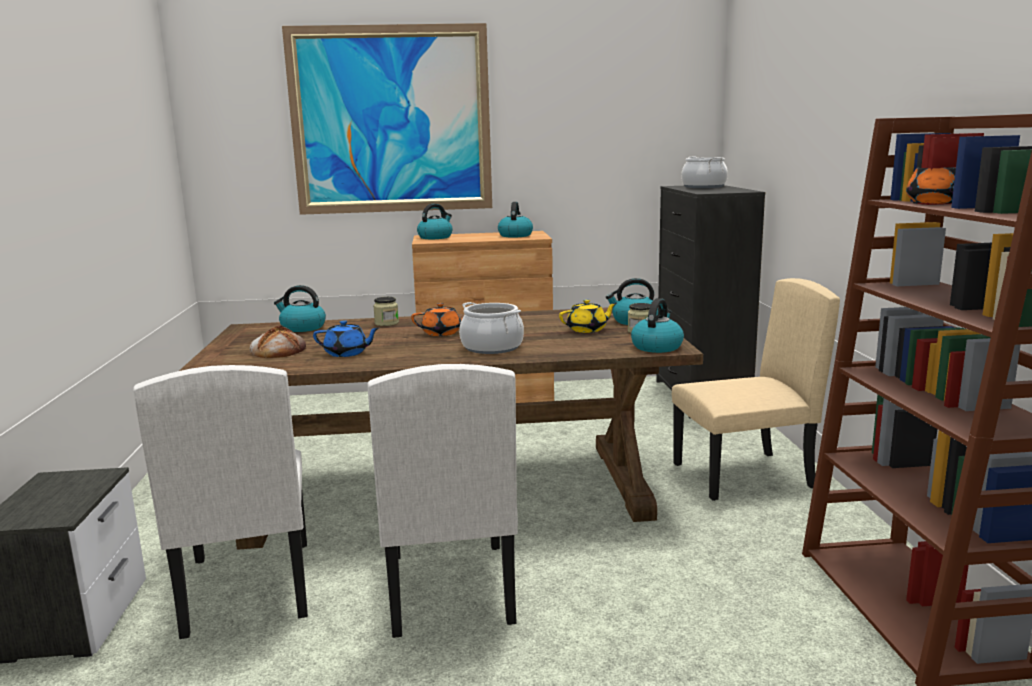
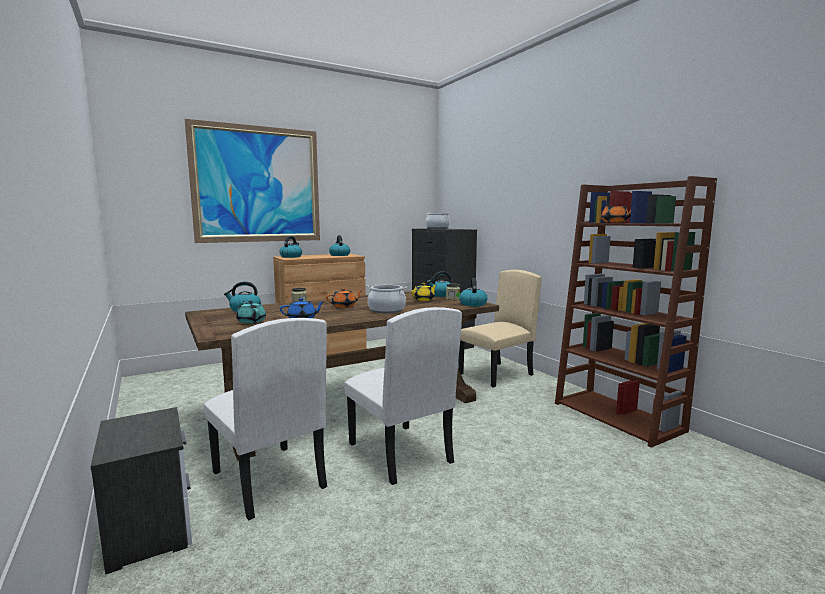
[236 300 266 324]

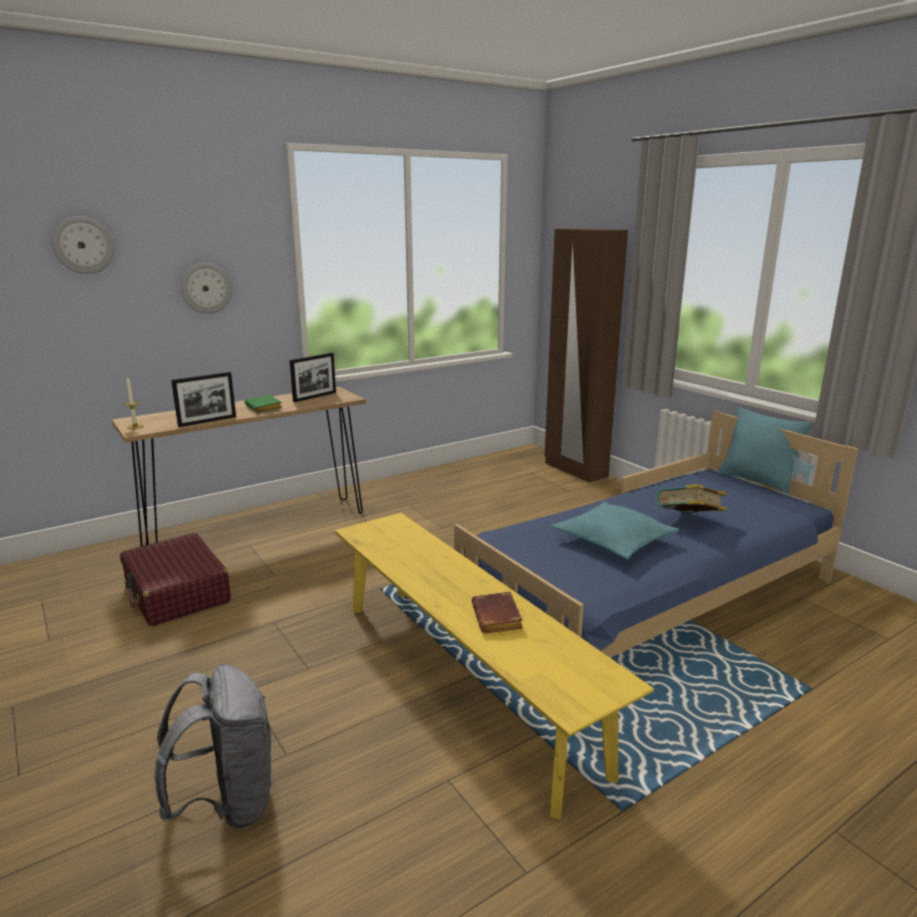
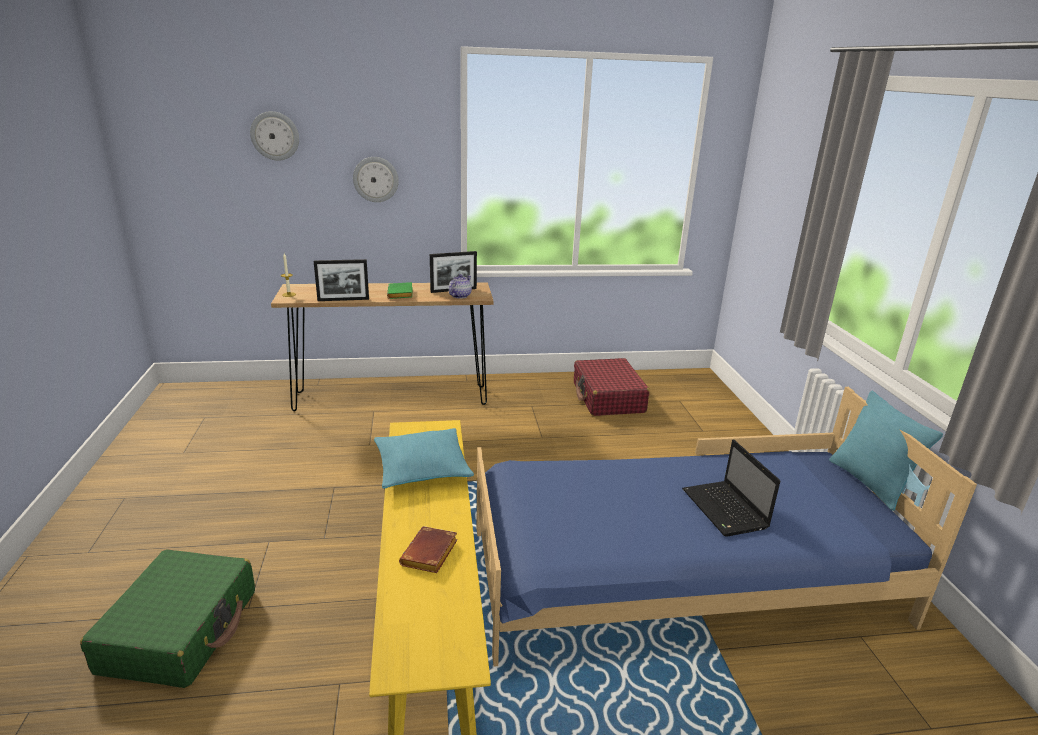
[574 358 650 416]
[80 549 255 688]
[545 228 628 483] (first image)
[374 428 474 489]
[682 440 780 537]
[449 274 472 299]

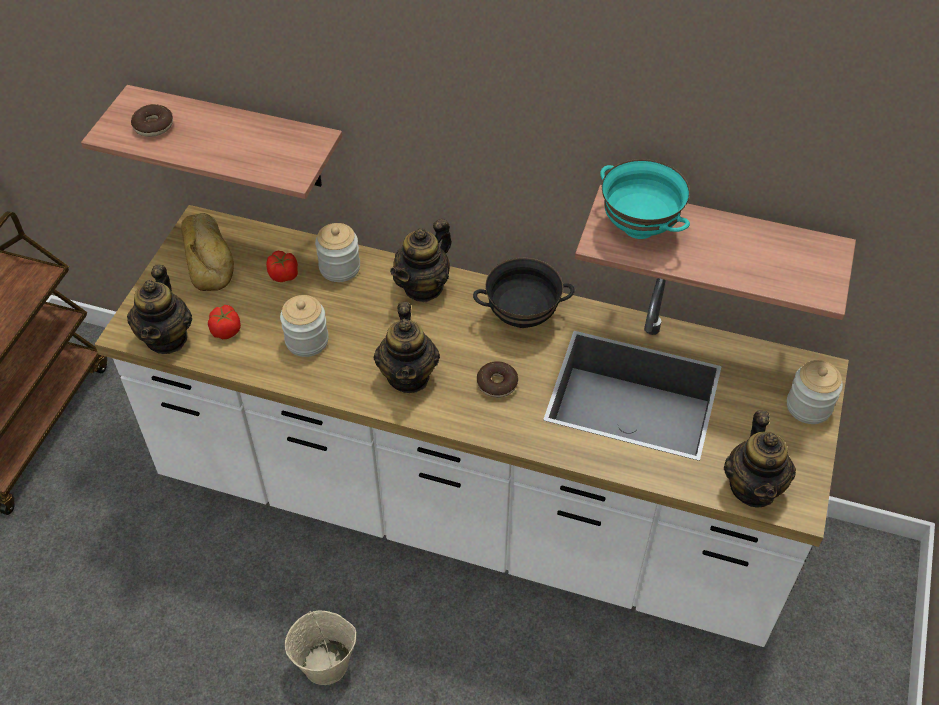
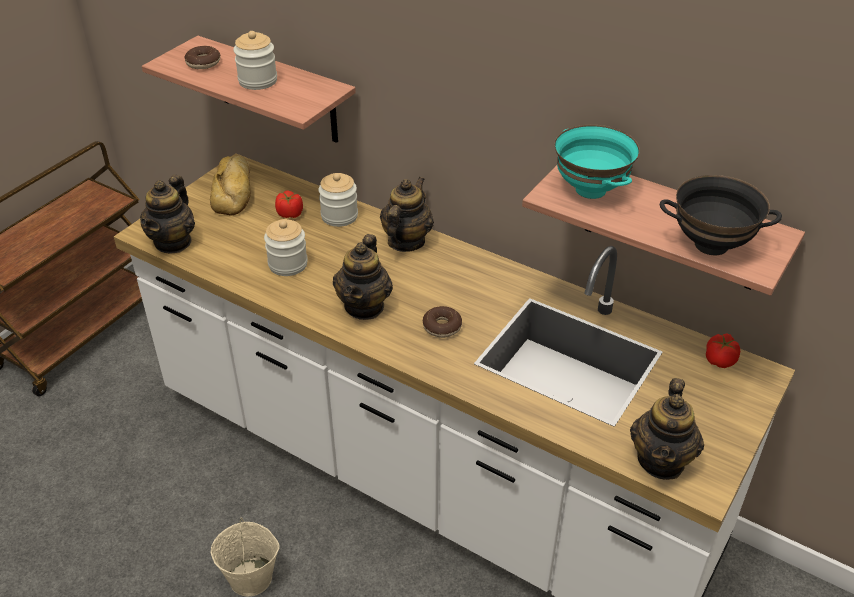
[706 333 740 368]
[380 177 434 252]
[660 175 782 255]
[233 31 277 90]

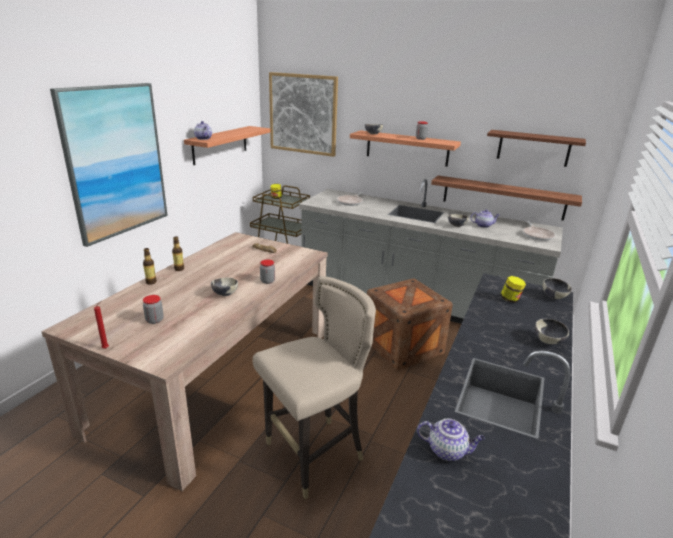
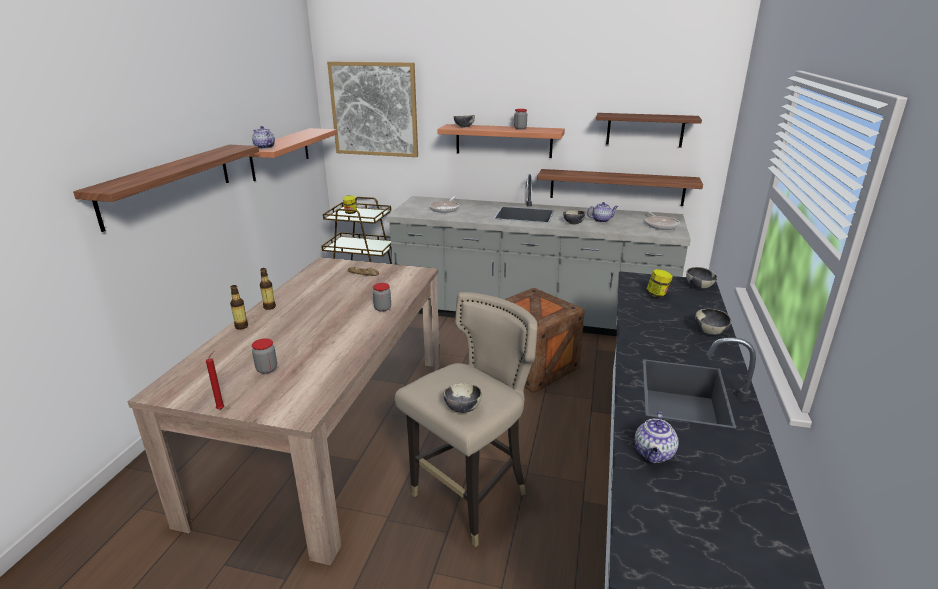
[73 145 259 232]
[443 383 482 413]
[635 412 679 463]

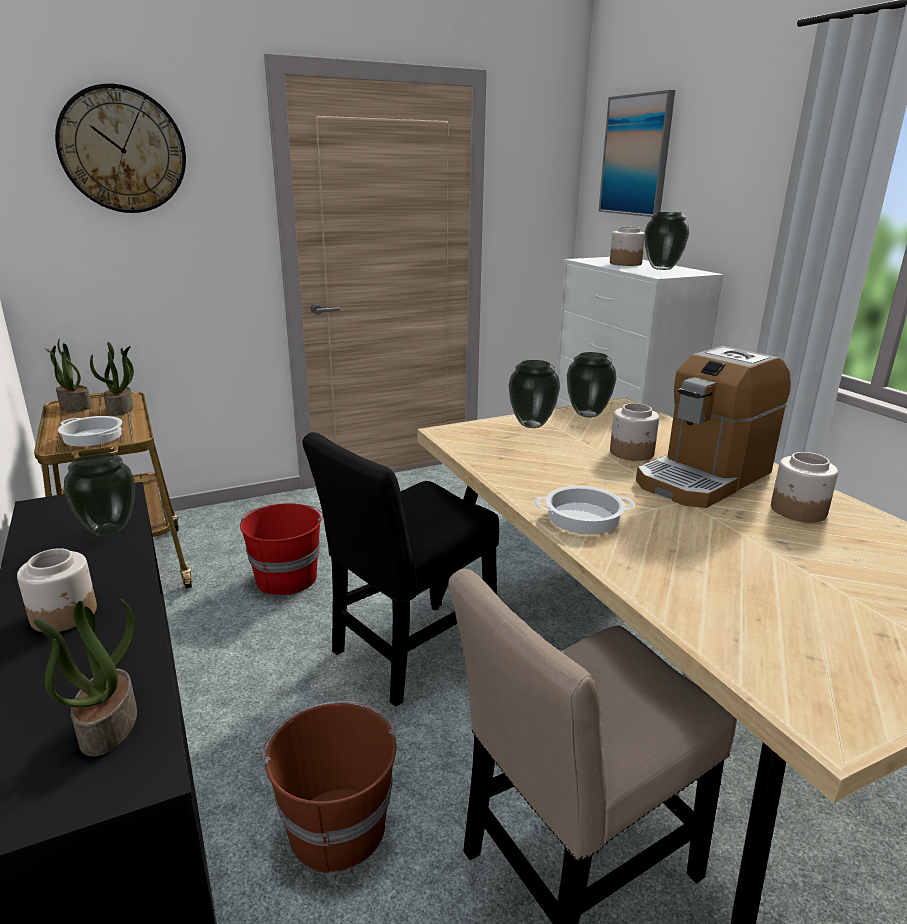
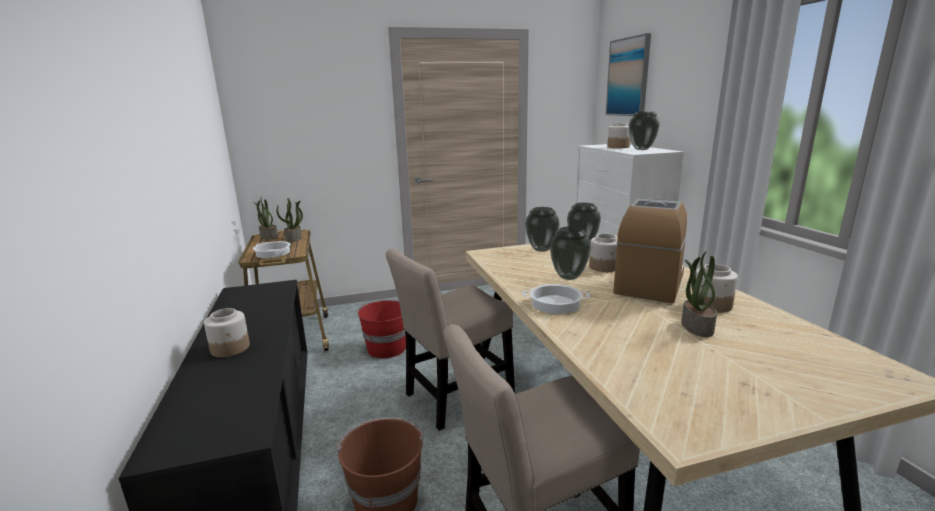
[681 251 717 337]
[55 84 186 213] (first image)
[550 226 591 280]
[386 249 515 431]
[613 199 687 303]

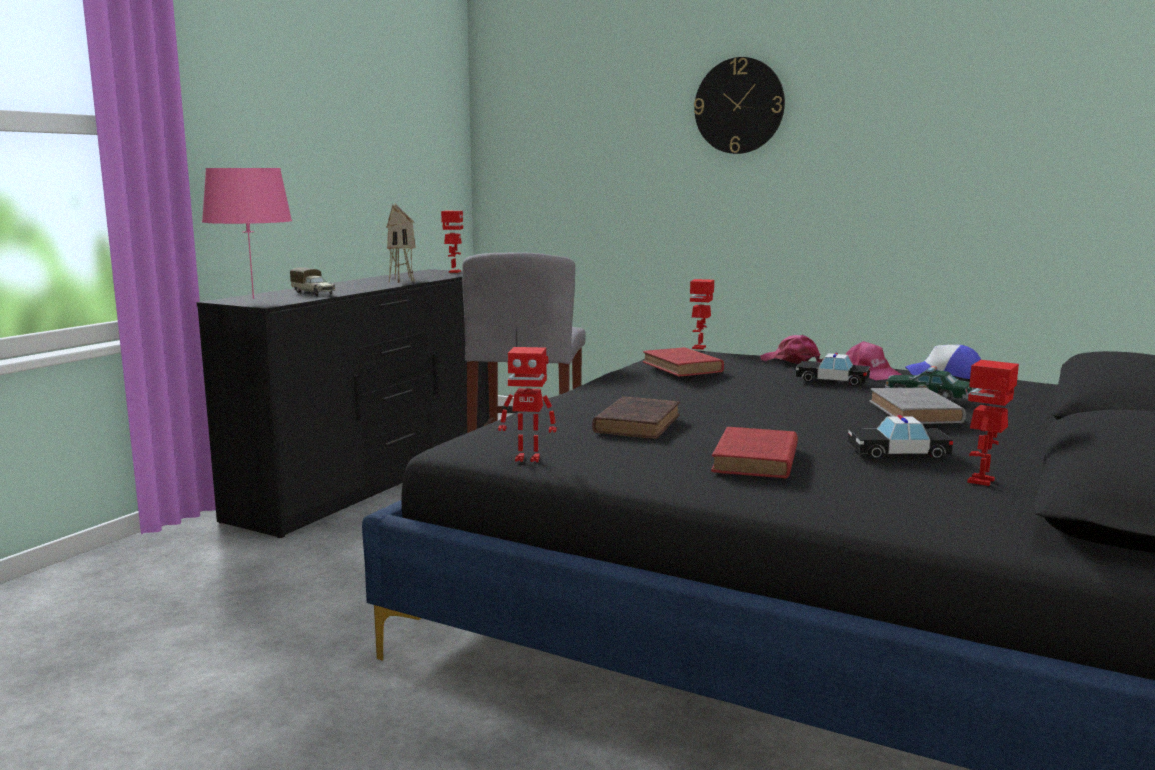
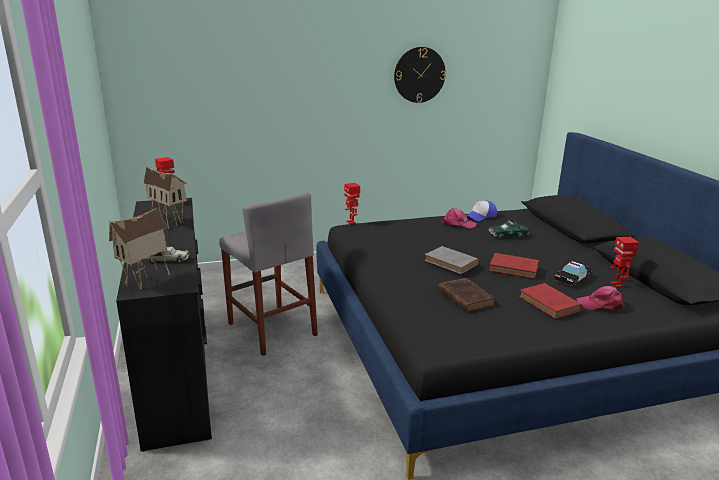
[109 208 170 290]
[498 347 557 462] (first image)
[489 253 539 279]
[394 47 446 103]
[576 286 625 310]
[796 353 870 386] (first image)
[425 246 478 274]

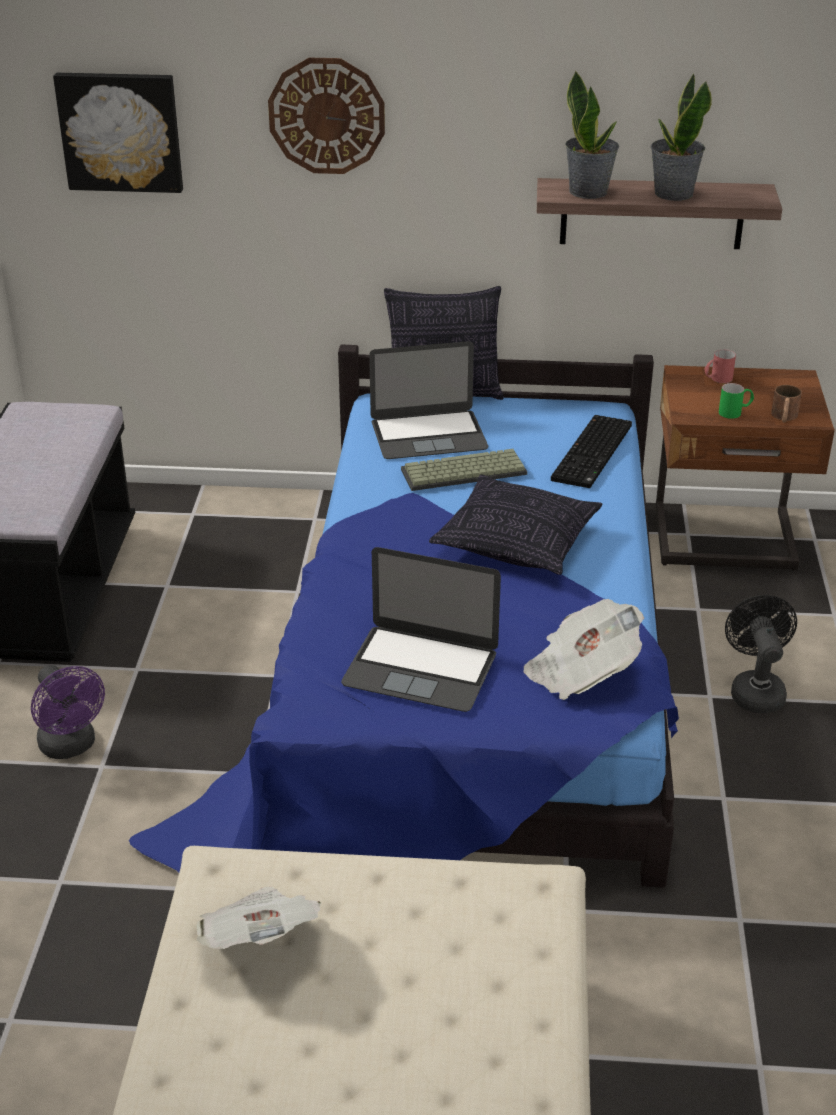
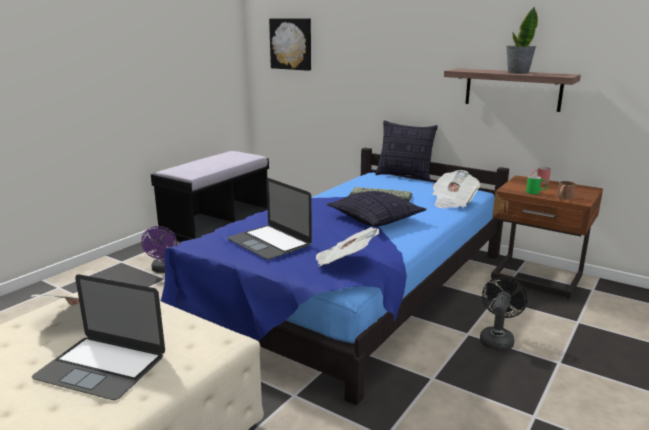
[268 58 385 174] (first image)
[32 275 165 400]
[432 170 480 208]
[565 70 619 199] (first image)

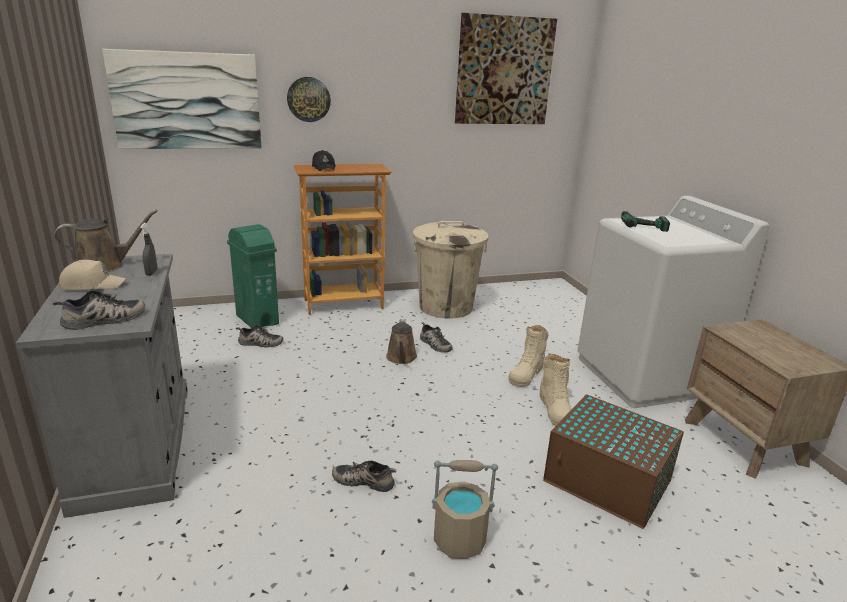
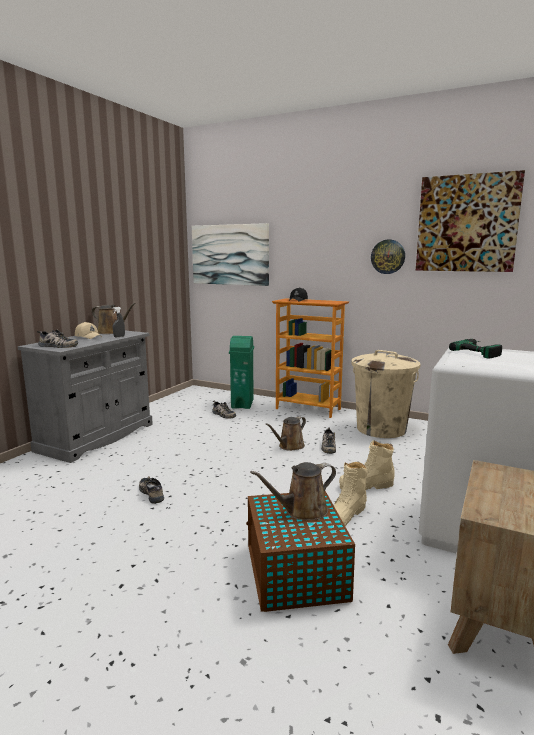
[371 239 405 274]
[432 460 498 559] (first image)
[250 462 336 520]

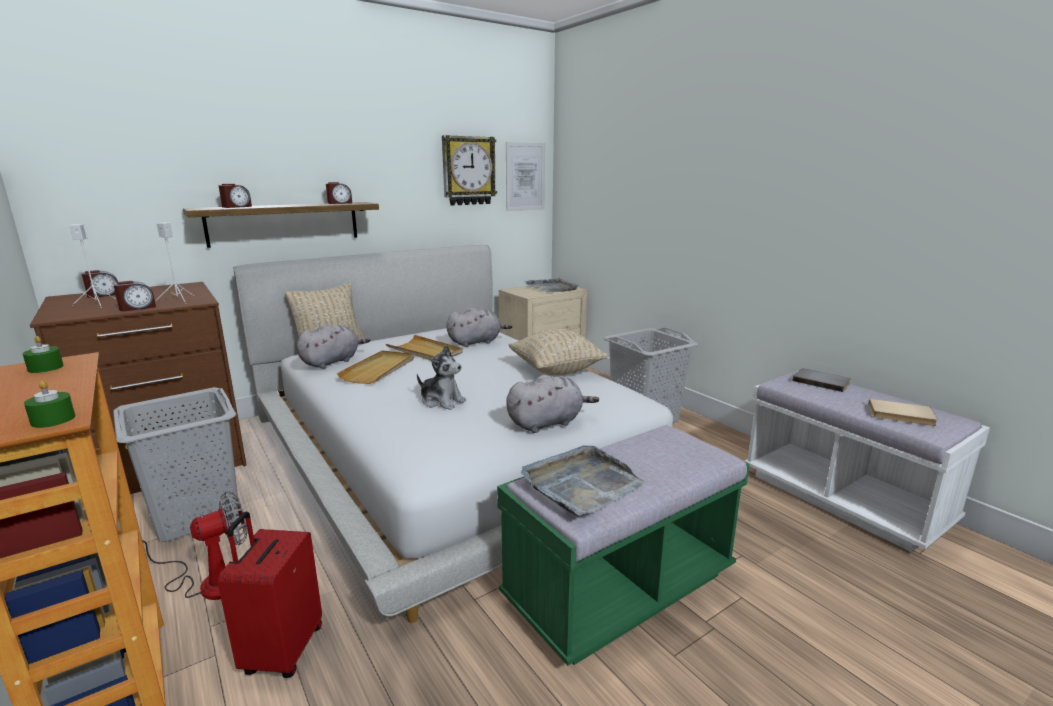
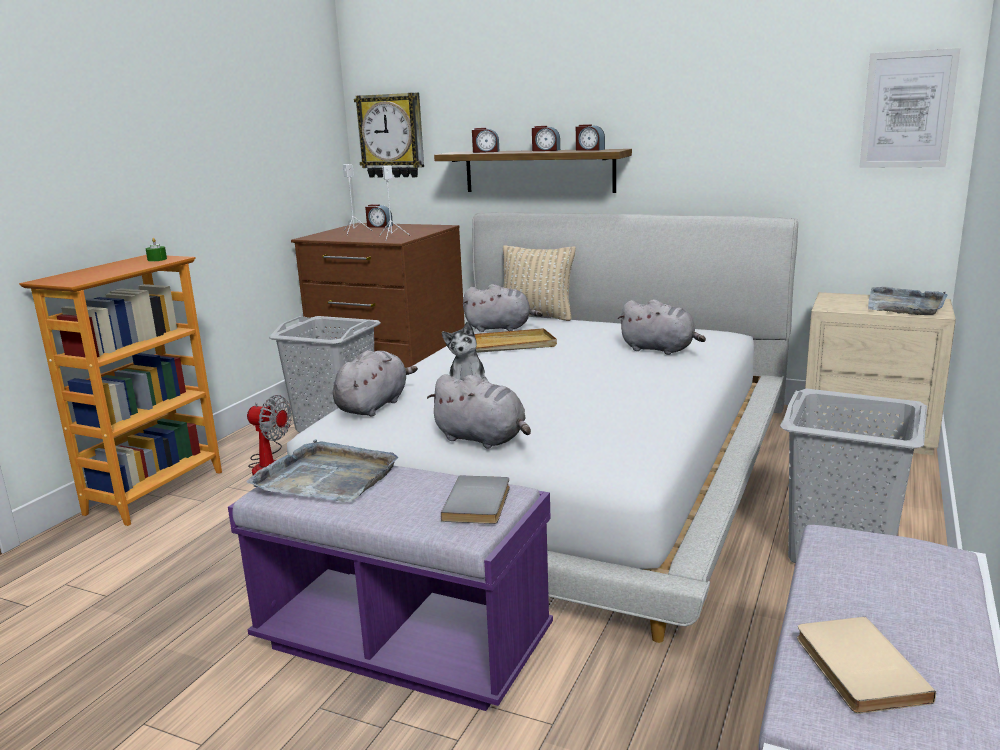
[24 381 75 428] (first image)
[532 126 560 151]
[218 512 322 678] (first image)
[386 335 463 361] (first image)
[354 93 424 178]
[228 466 553 711]
[509 329 608 375] (first image)
[441 475 510 524]
[333 350 418 416]

